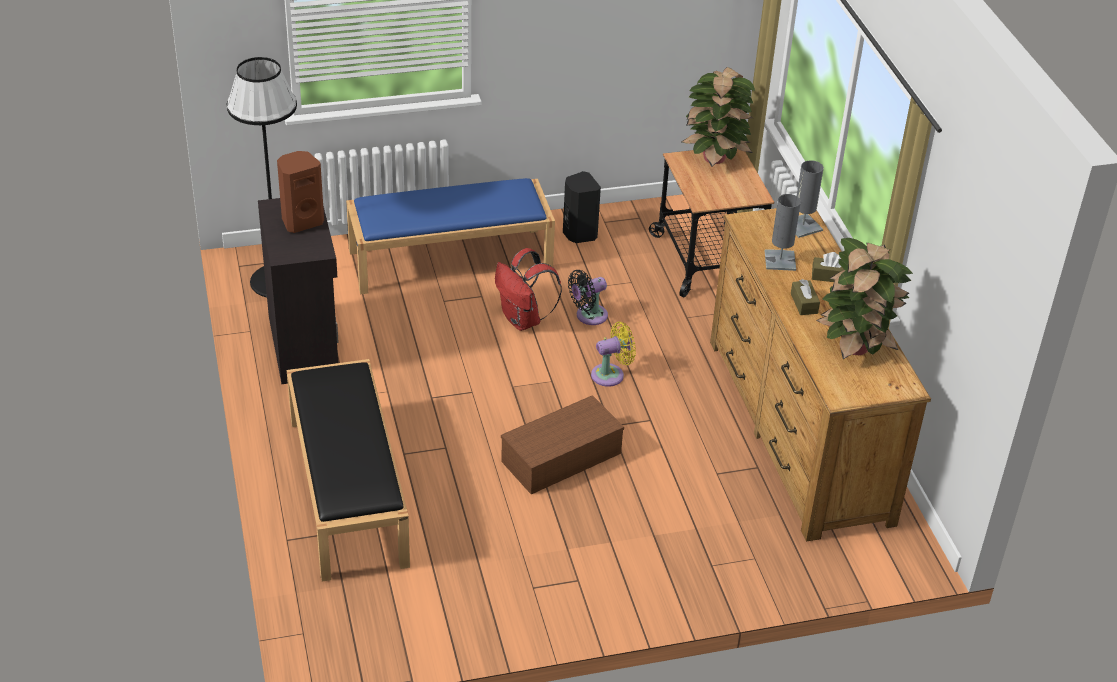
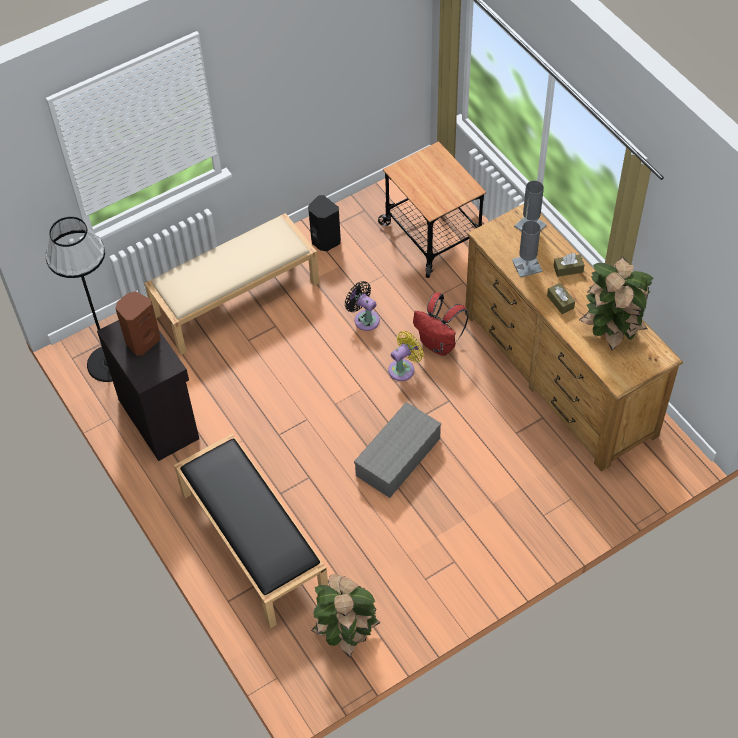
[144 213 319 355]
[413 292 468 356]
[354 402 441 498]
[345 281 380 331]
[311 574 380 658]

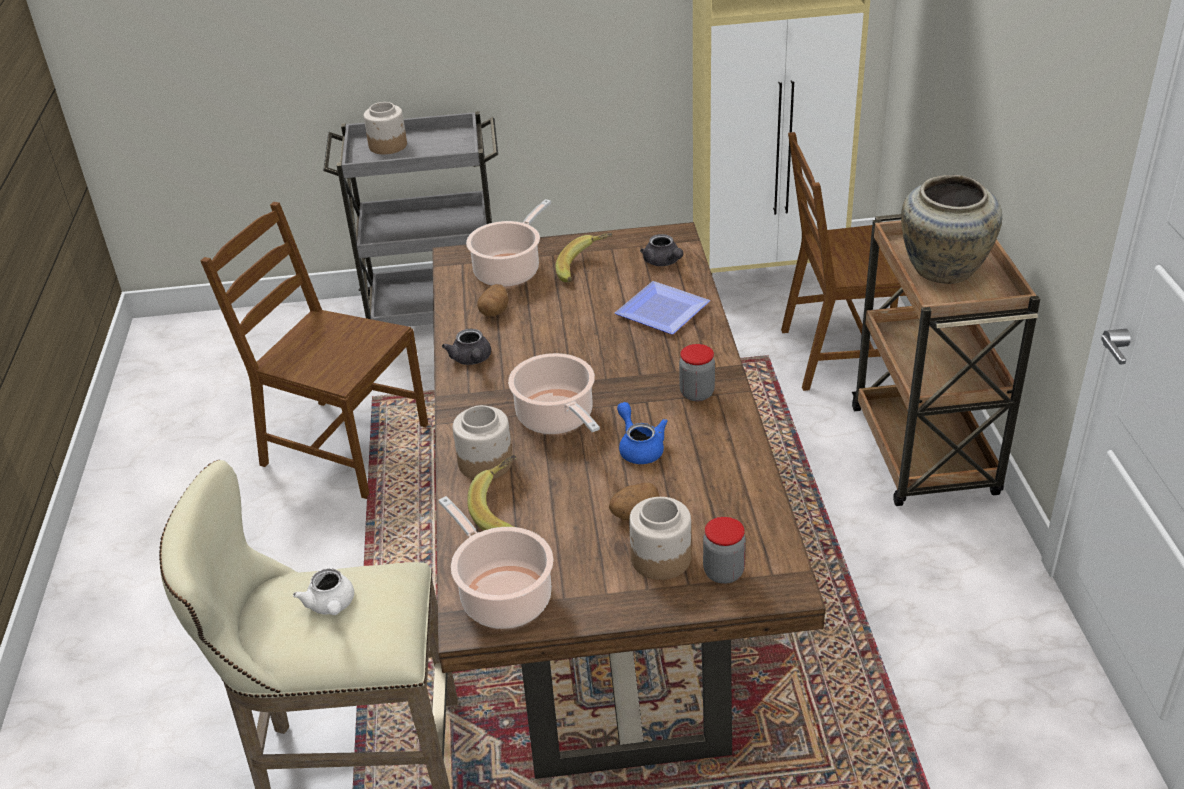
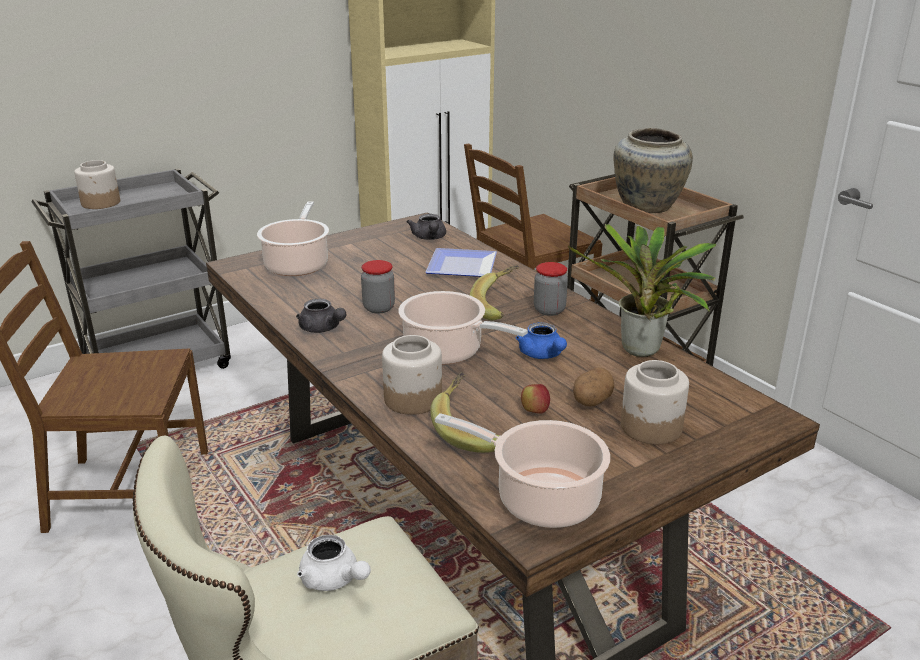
[477 284 509 317] (first image)
[470 265 519 320]
[516 322 567 359]
[407 214 446 240]
[361 260 395 314]
[521 384 550 414]
[568 224 716 357]

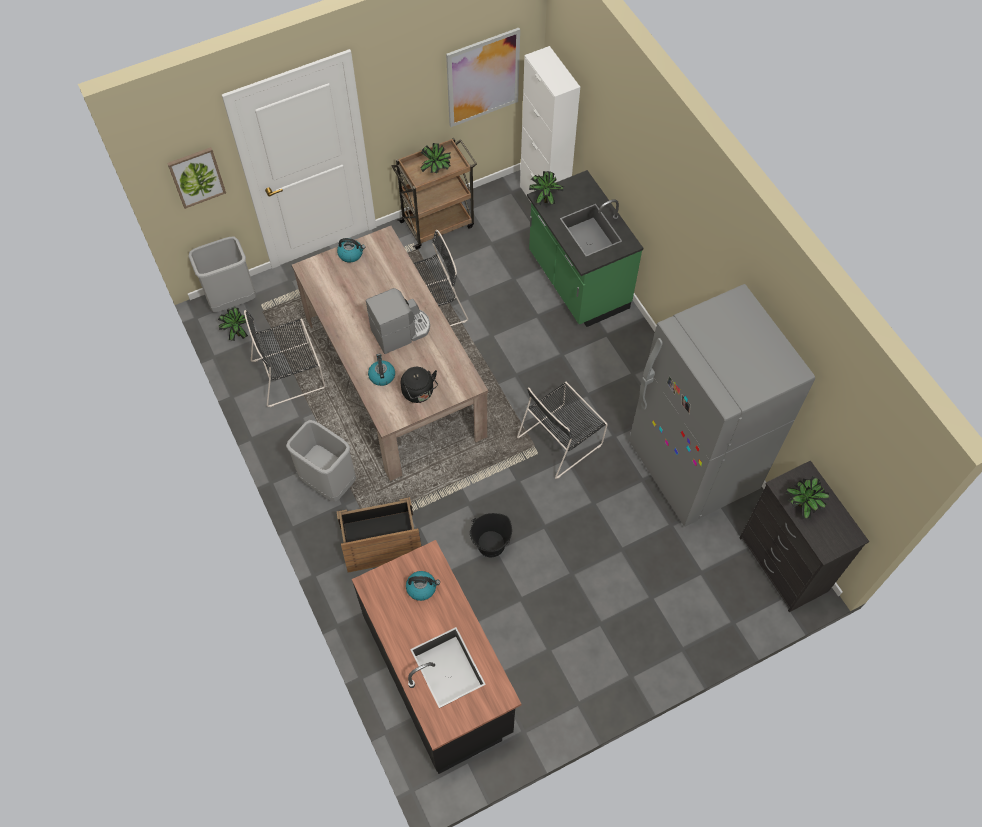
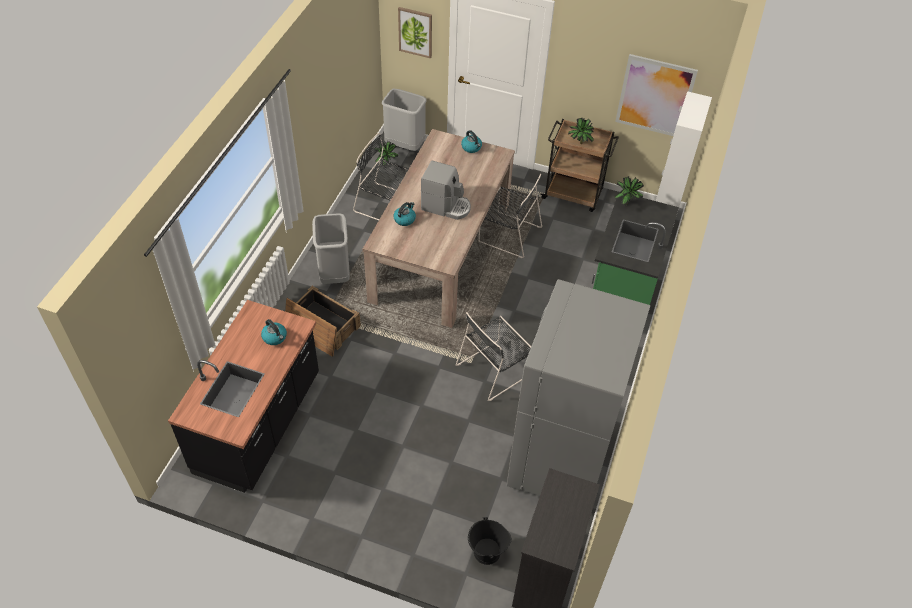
[401 367 438 403] (first image)
[468 517 512 565]
[456 312 531 401]
[786 476 829 519] (first image)

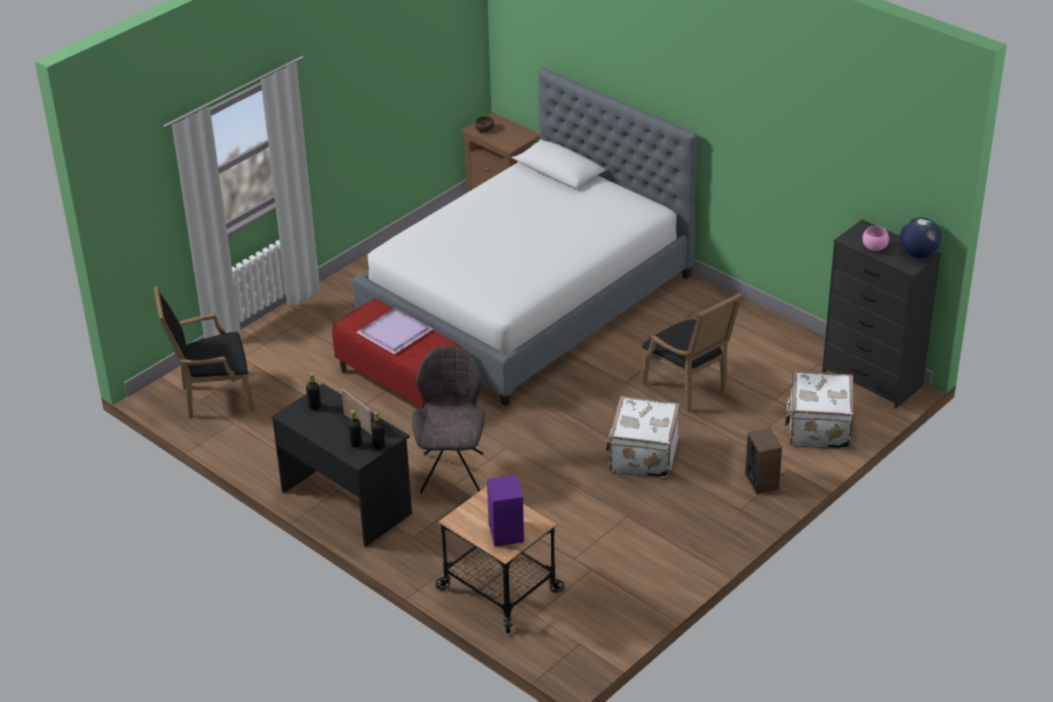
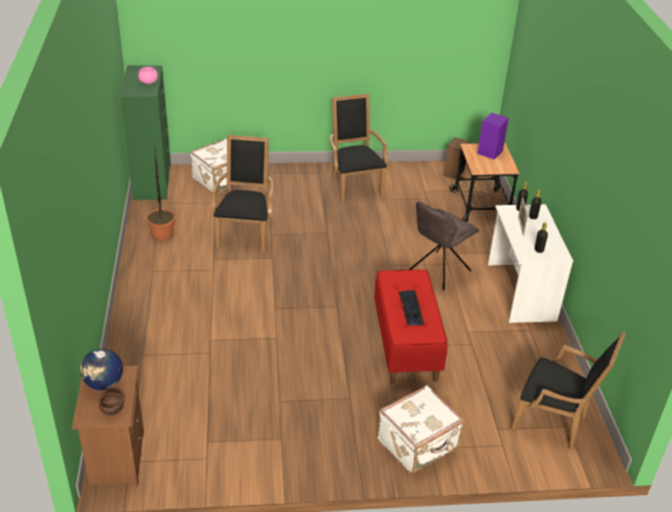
[488 204 573 323]
[353 68 697 406] (first image)
[399 290 424 325]
[378 385 464 474]
[443 137 469 179]
[120 65 171 200]
[80 348 123 390]
[146 147 176 240]
[330 94 387 203]

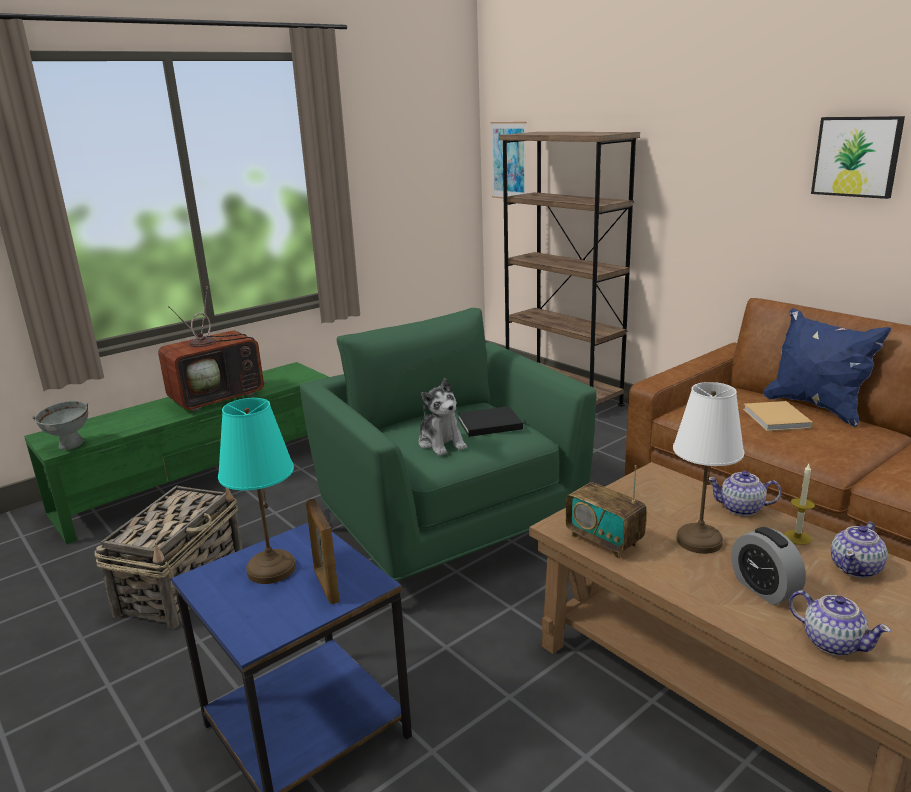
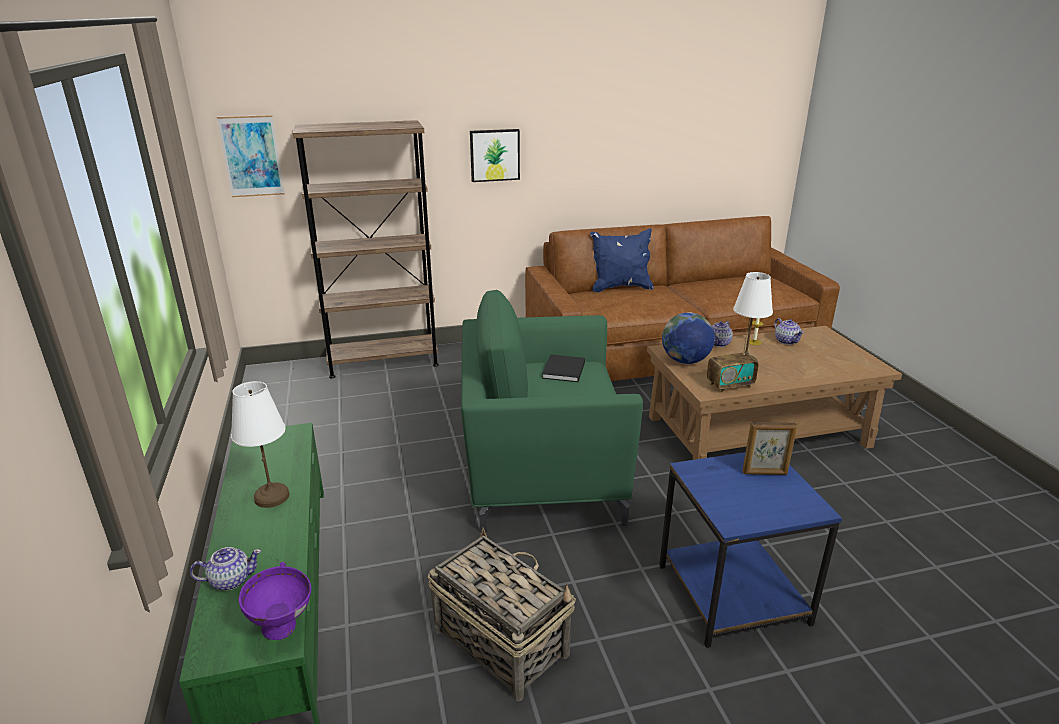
[239 562 311 640]
[231 381 289 508]
[218 398 296 584] (first image)
[419 378 467 456] (first image)
[731 527 806 605] (first image)
[743 401 813 431] (first image)
[190 547 261 590]
[470 129 520 182]
[662 312 715 364]

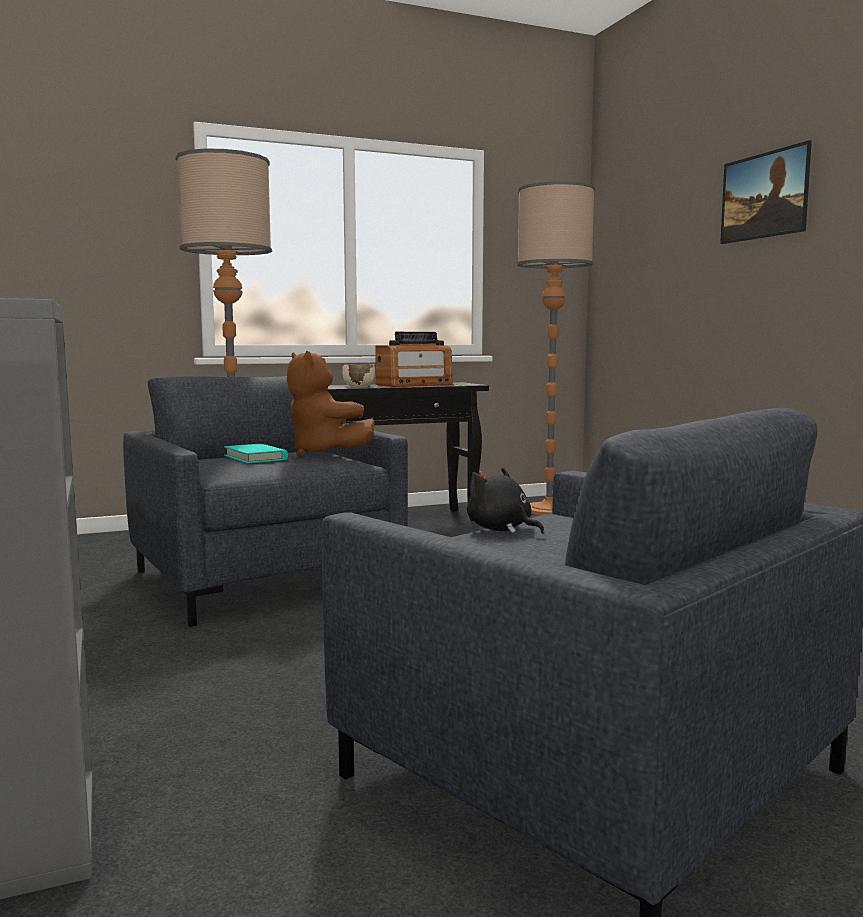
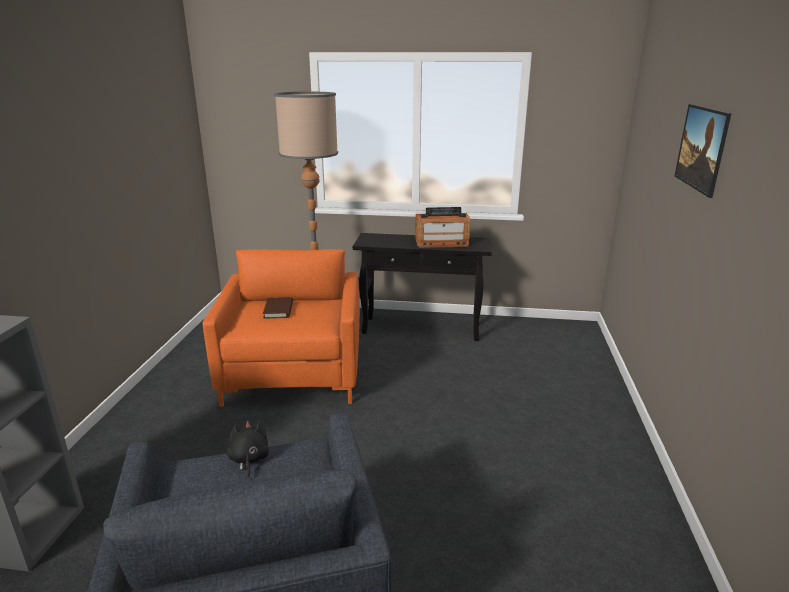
[202 249 360 407]
[263 297 293 319]
[287 351 375 457] (first image)
[342 364 375 387] (first image)
[517 181 595 515] (first image)

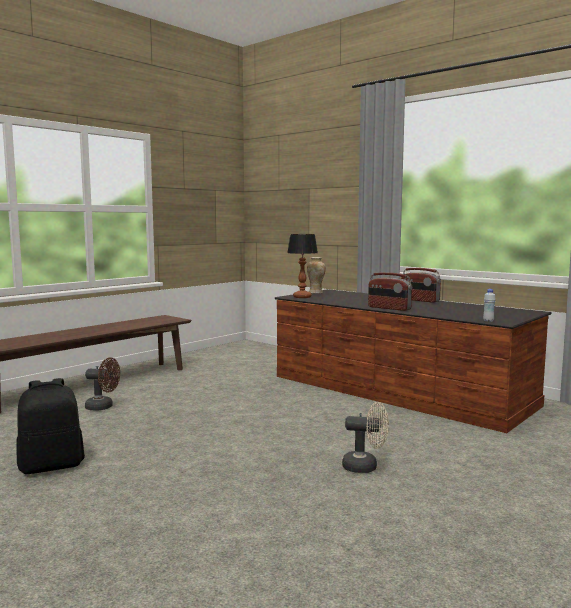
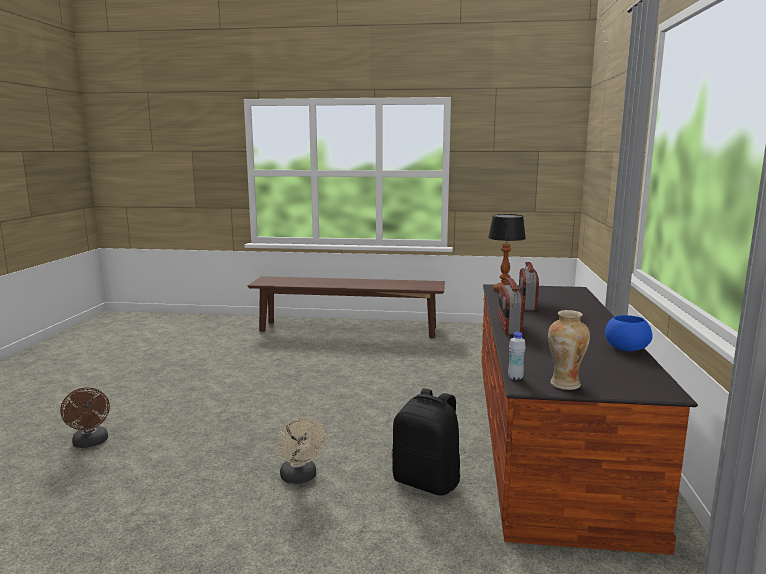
[392 388 460 496]
[60 387 110 448]
[548 310 590 390]
[519 262 539 311]
[605 315 653 351]

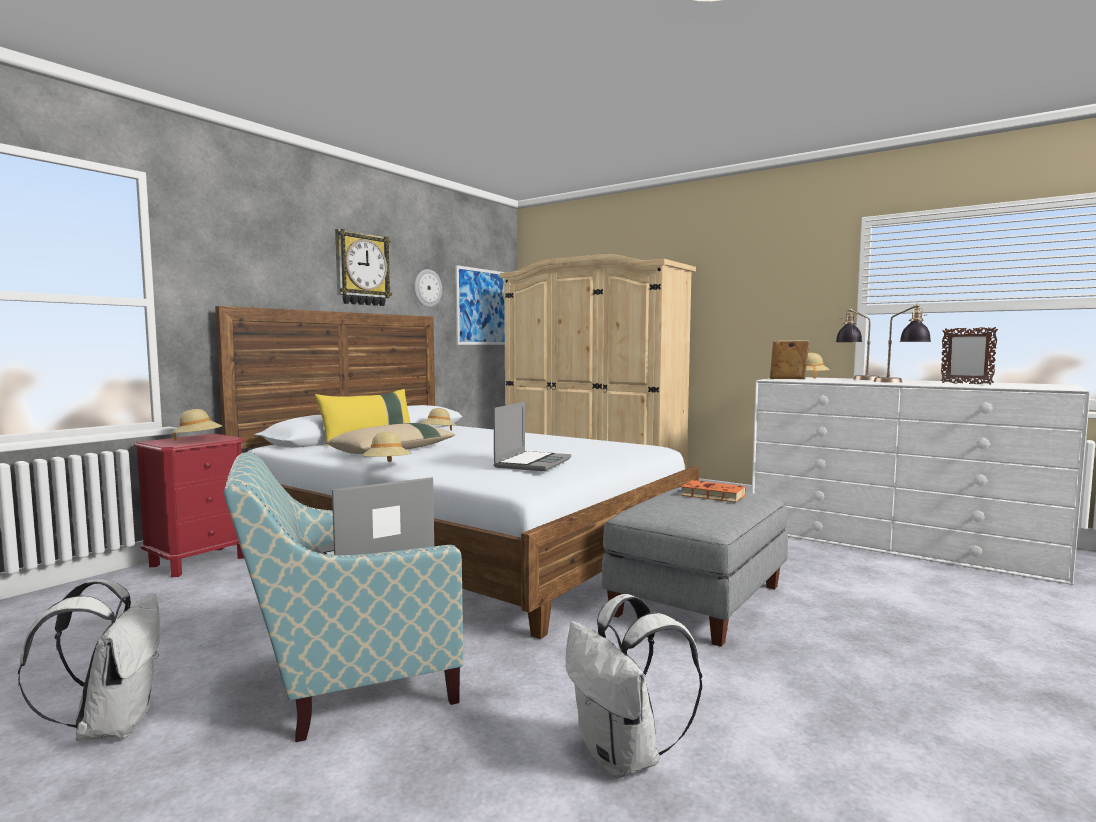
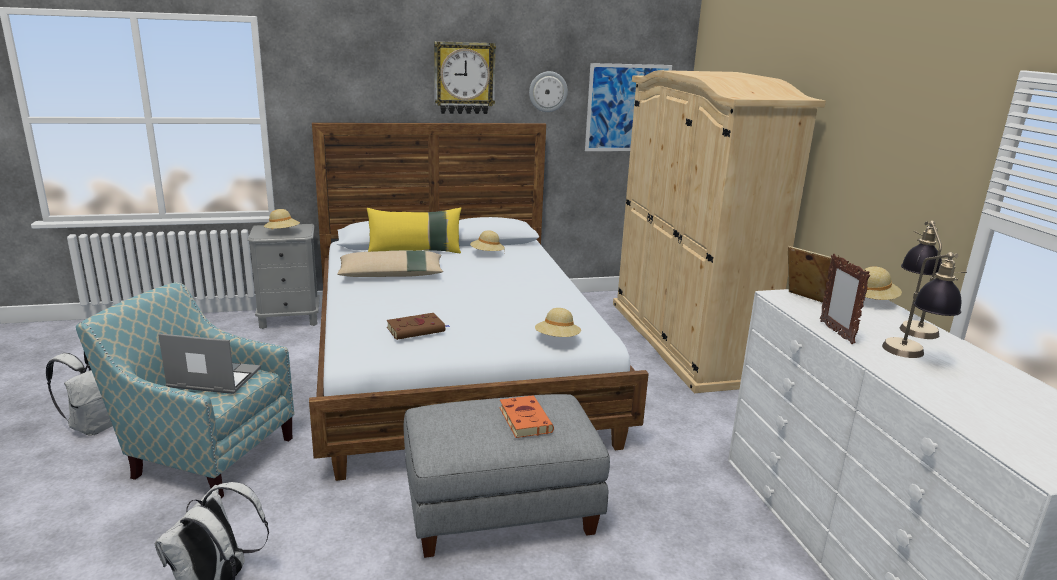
[247 224 320 329]
[535 308 581 337]
[387 313 450 340]
[820 254 870 344]

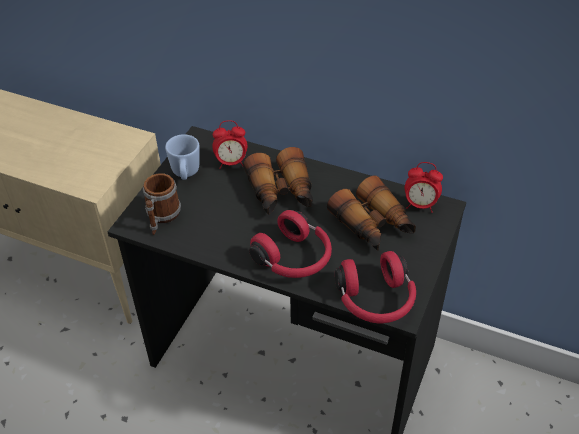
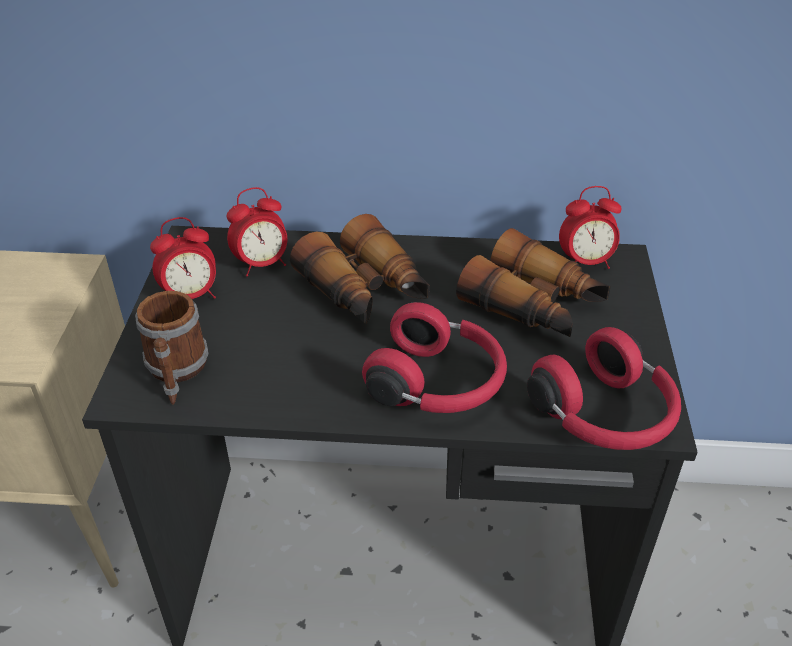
[150 217 216 299]

